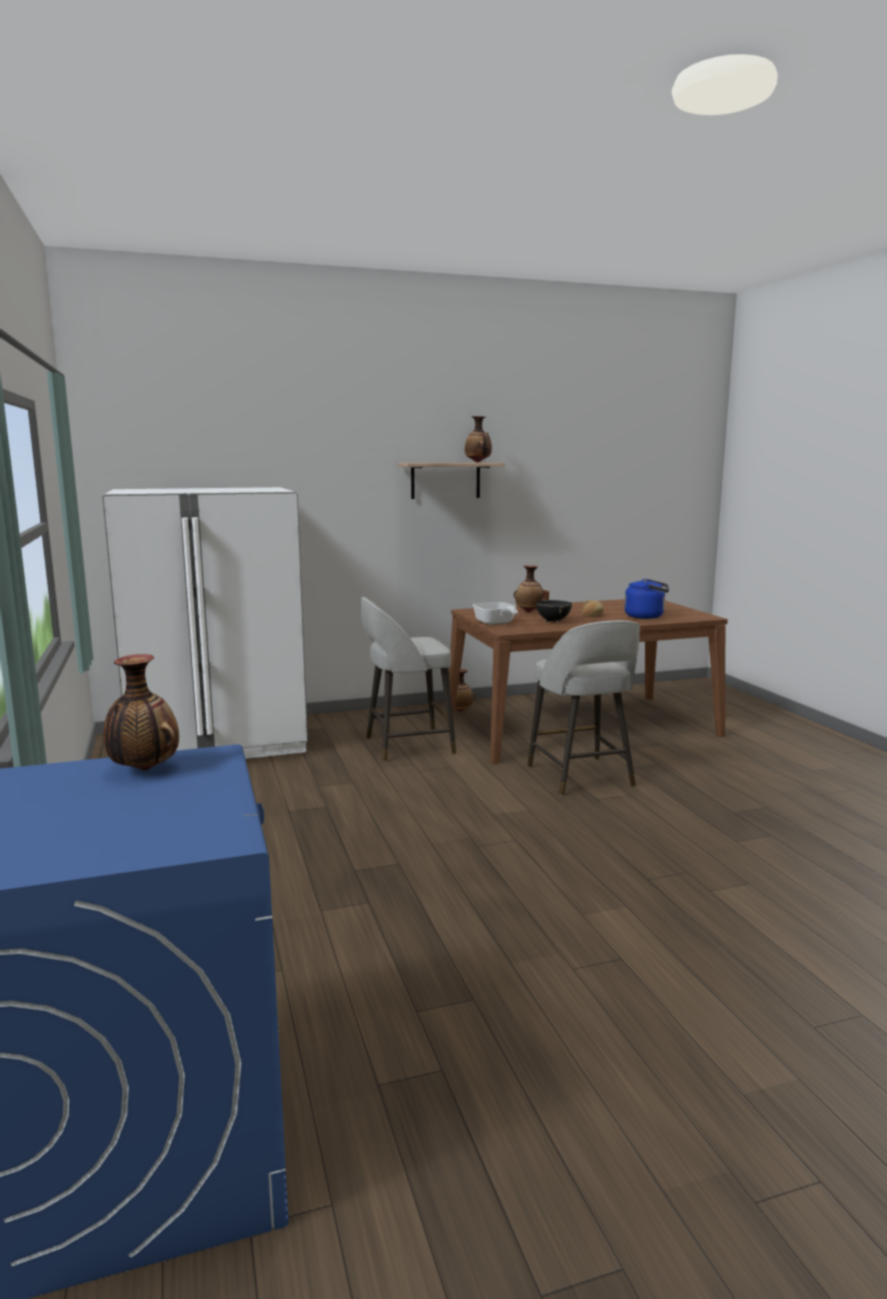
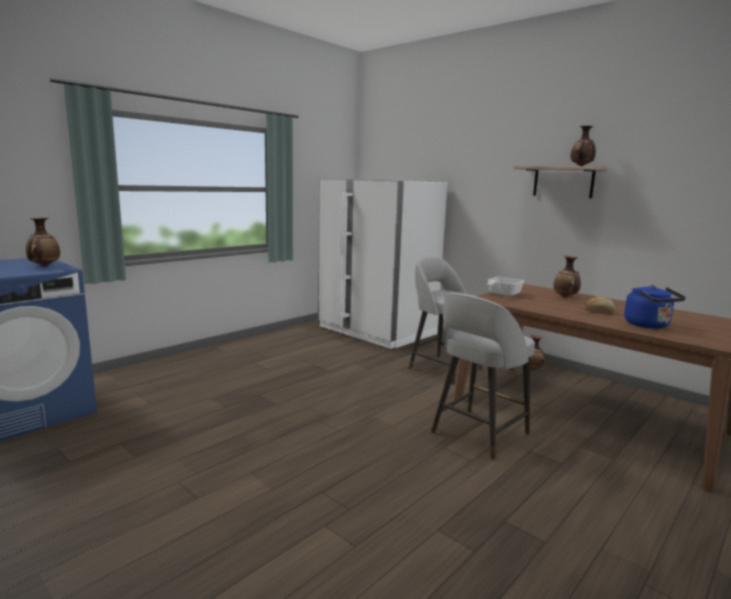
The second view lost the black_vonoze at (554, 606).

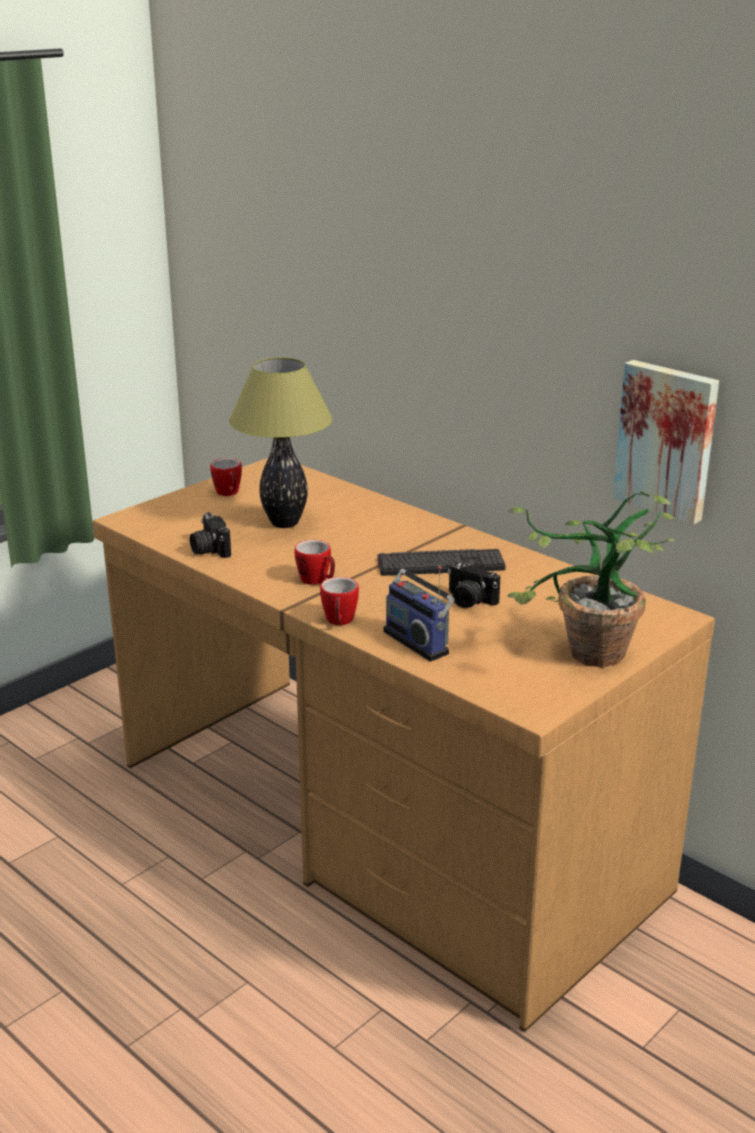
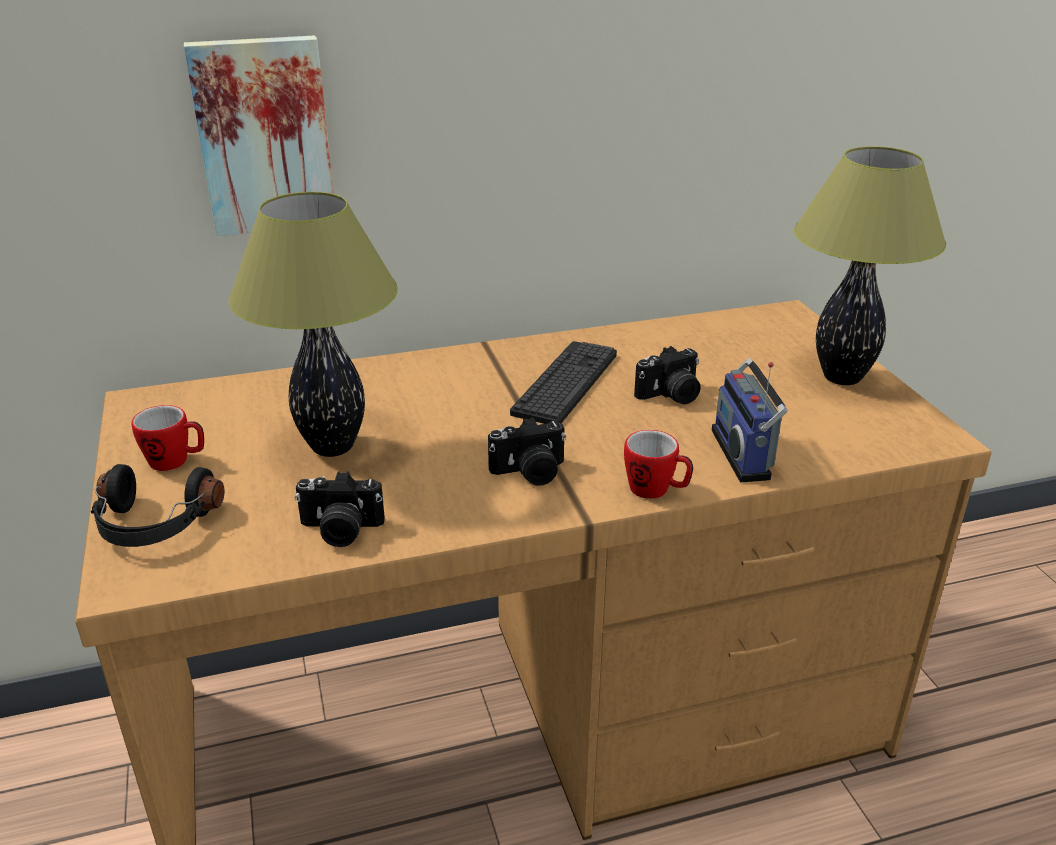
The second view gained the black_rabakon at (158, 505). The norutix ended up elsewhere, having gone from (666, 442) to (259, 136). Where the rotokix stood at (315, 562), the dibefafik came to stand at (527, 451). The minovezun at (419, 614) ended up facing another way, 90 degrees clockwise from before. Where the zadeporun stood at (591, 579), the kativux came to stand at (870, 265).

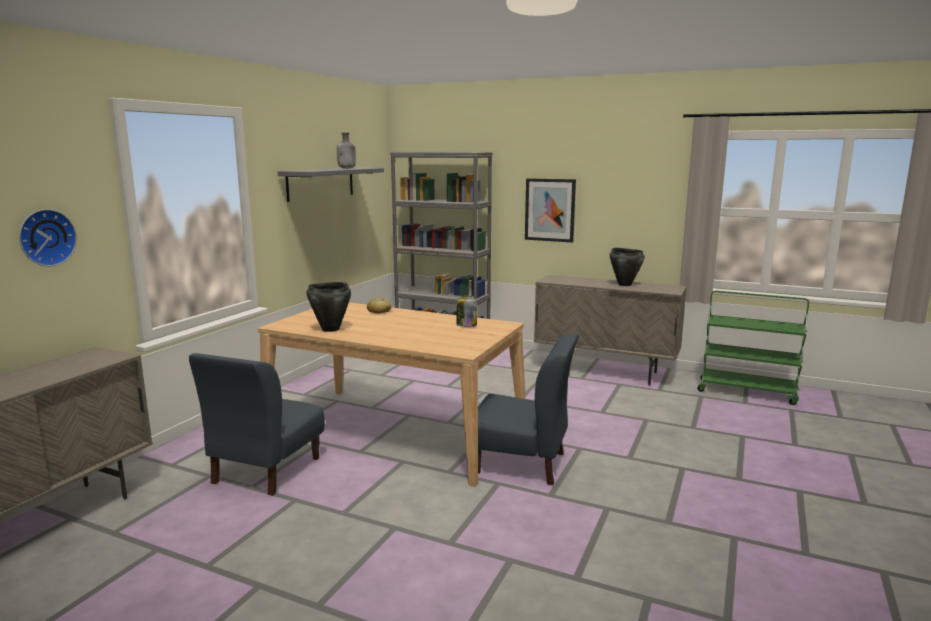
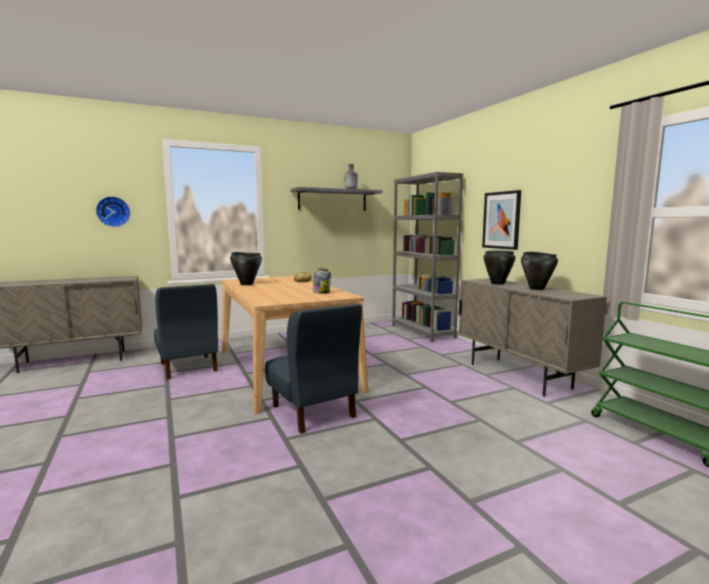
The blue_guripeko at (257, 424) ended up facing another way, 90 degrees counterclockwise from before. The second view gained the black_vonoze at (499, 267).

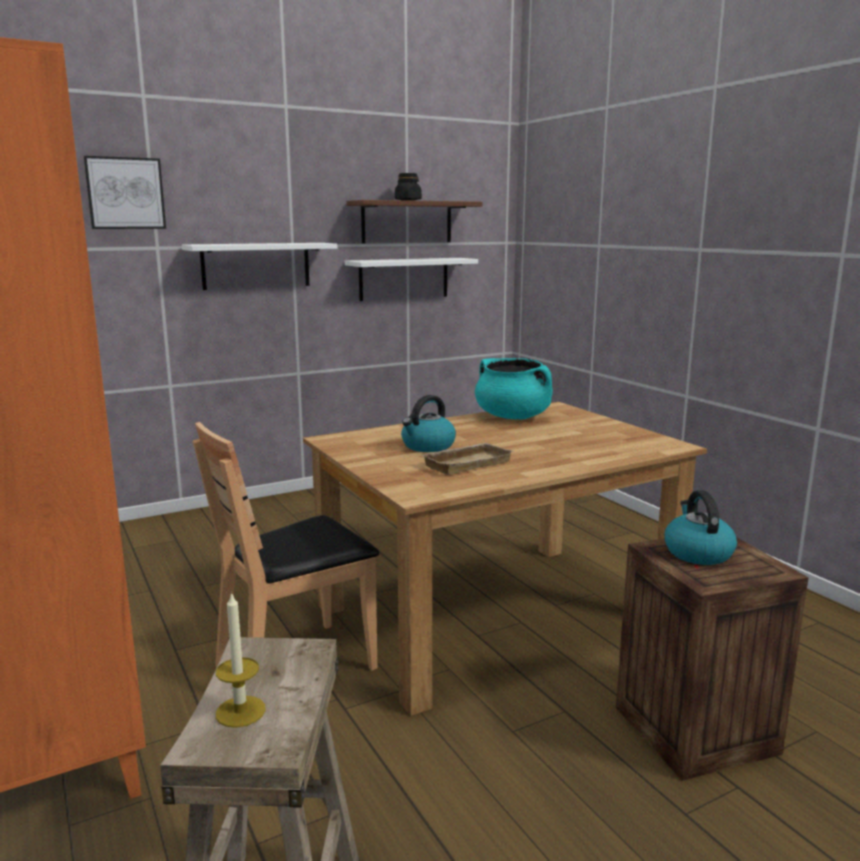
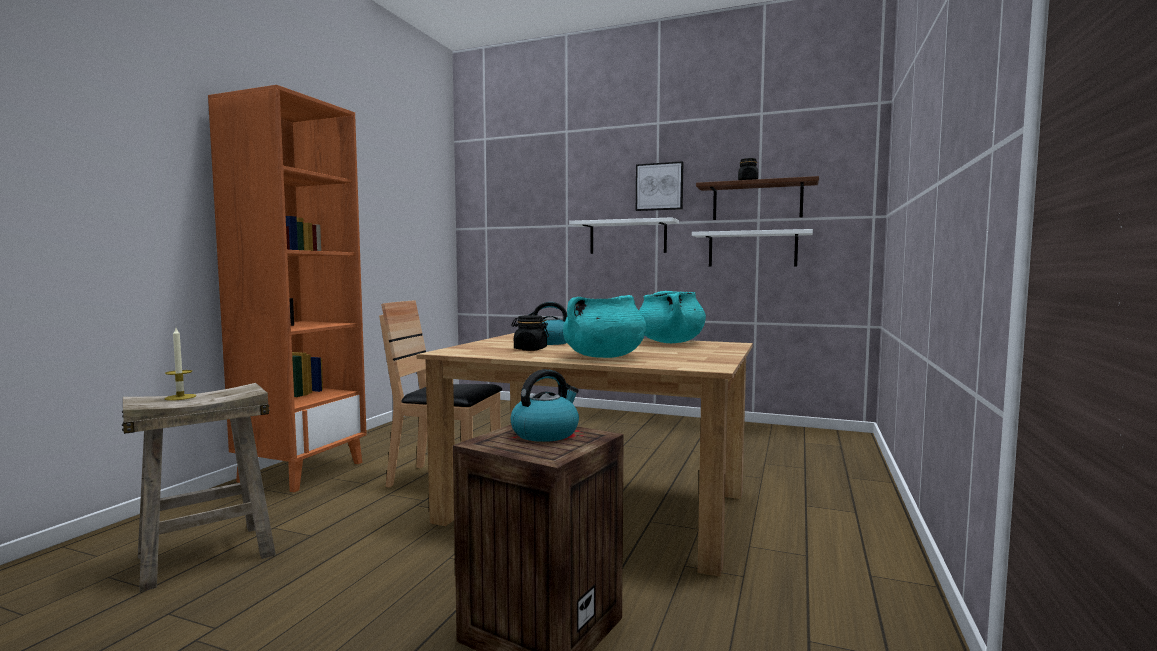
Where the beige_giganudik stood at (467, 459), the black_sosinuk came to stand at (530, 333). The second view gained the turquoise_vonoze at (604, 326). The norutix ended up elsewhere, having gone from (124, 192) to (659, 186).

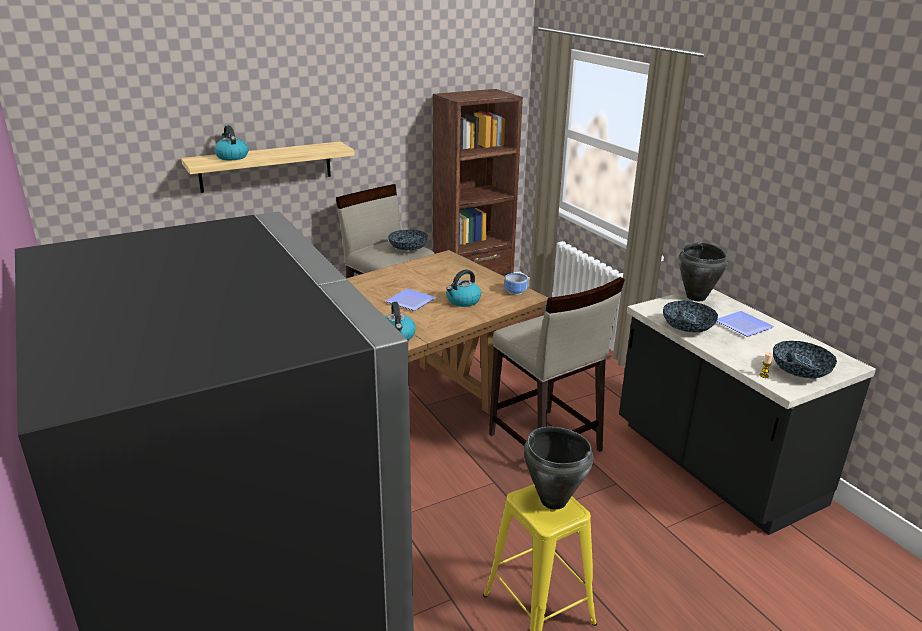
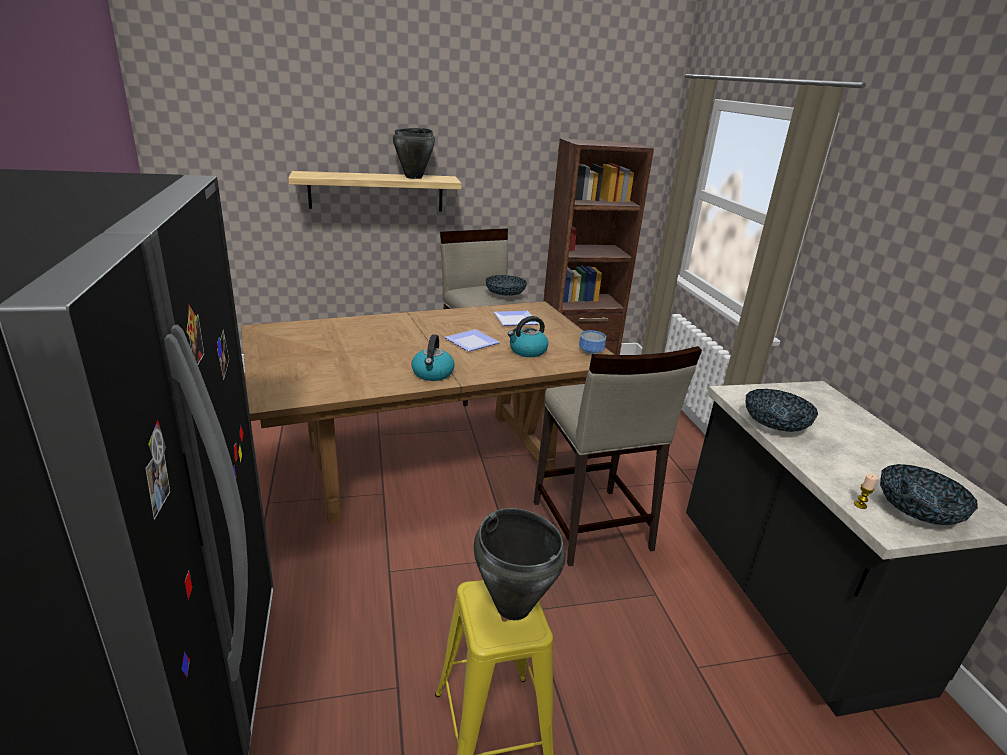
The black_vonoze ended up elsewhere, having gone from (703, 271) to (414, 153). The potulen ended up elsewhere, having gone from (745, 324) to (516, 318). The second view lost the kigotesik at (231, 142).

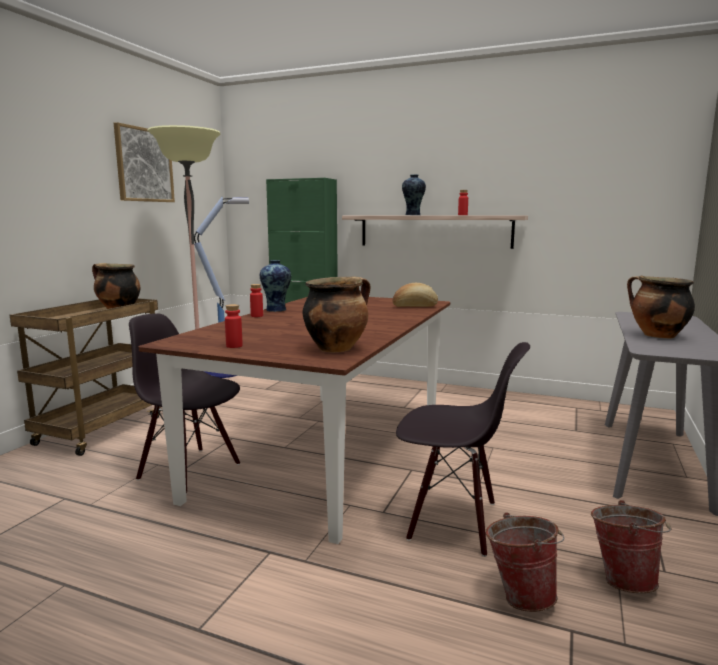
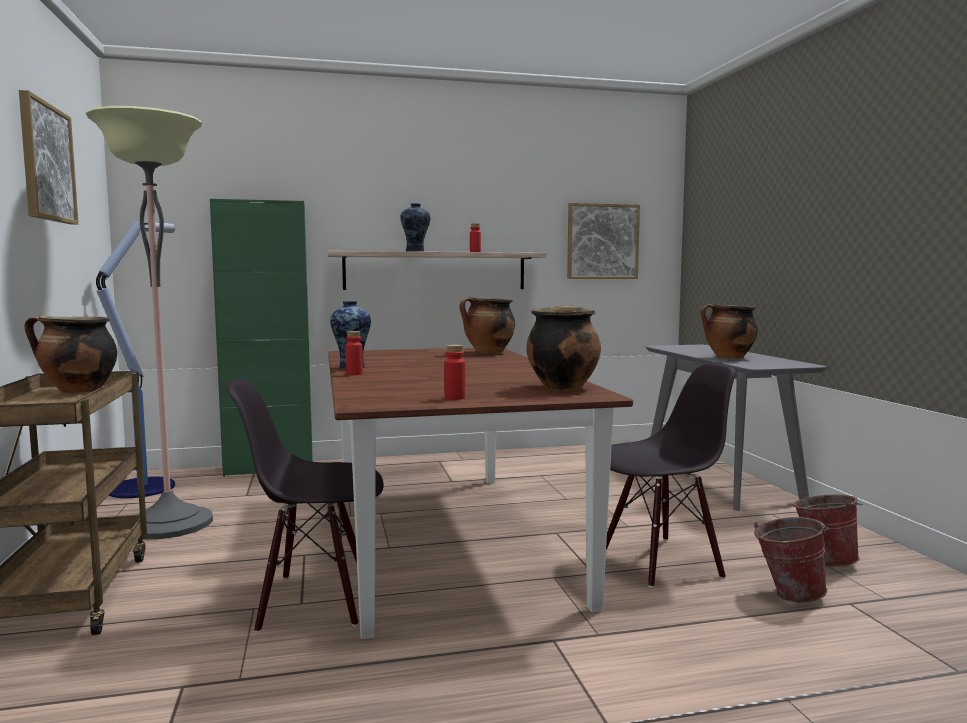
Where the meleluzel stood at (415, 295), the vonoze came to stand at (487, 325). The second view gained the norutix at (603, 241).

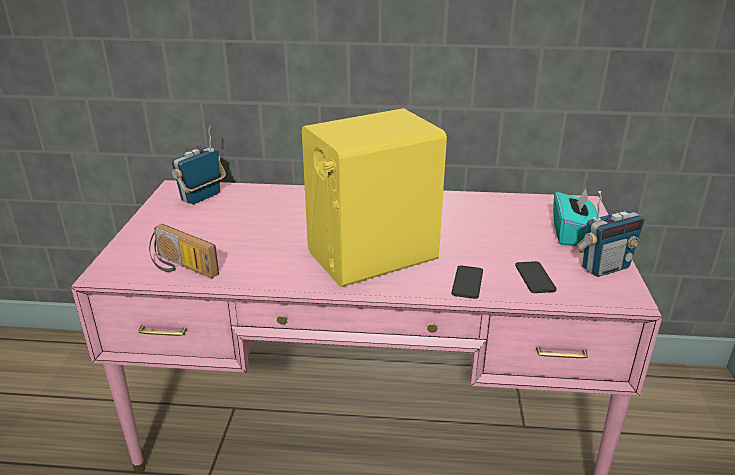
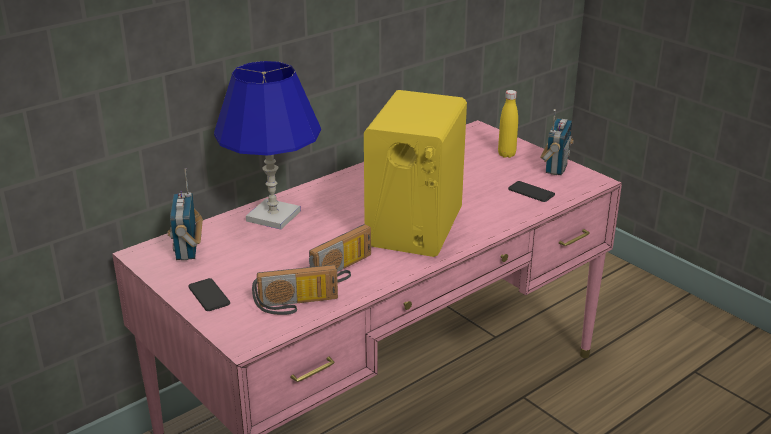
The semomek ended up elsewhere, having gone from (467, 282) to (209, 294). The second view gained the blue_kativux at (267, 145). The second view gained the minovezun at (340, 253). Where the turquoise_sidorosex stood at (575, 217), the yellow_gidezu came to stand at (508, 124).

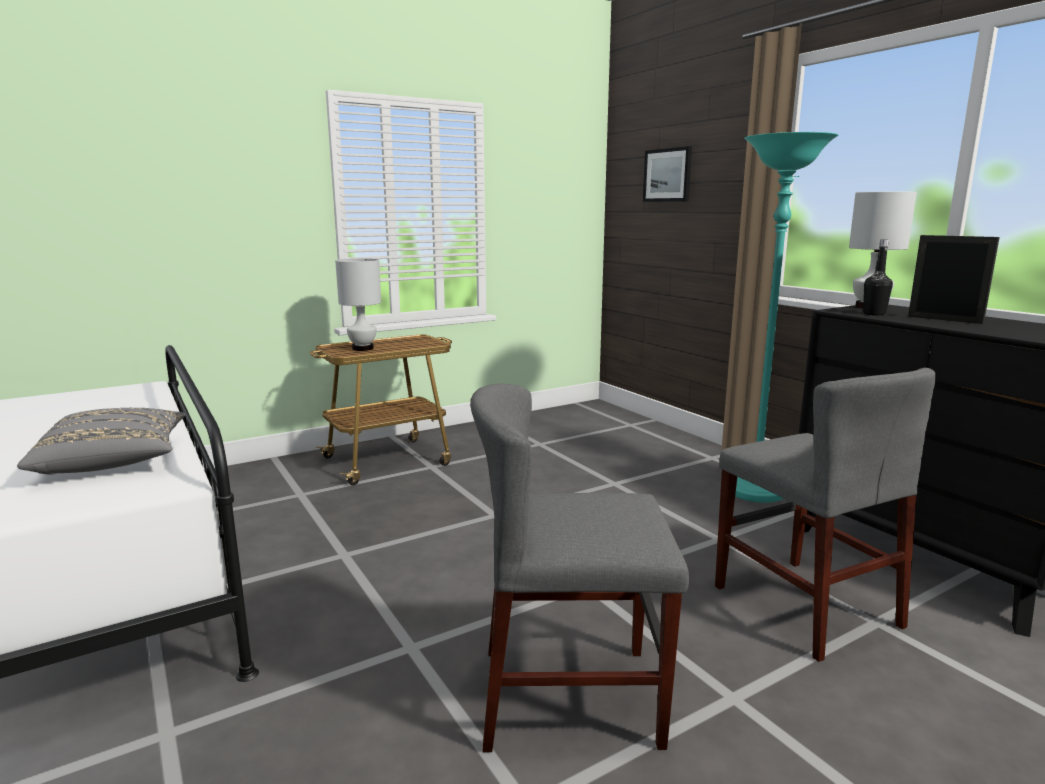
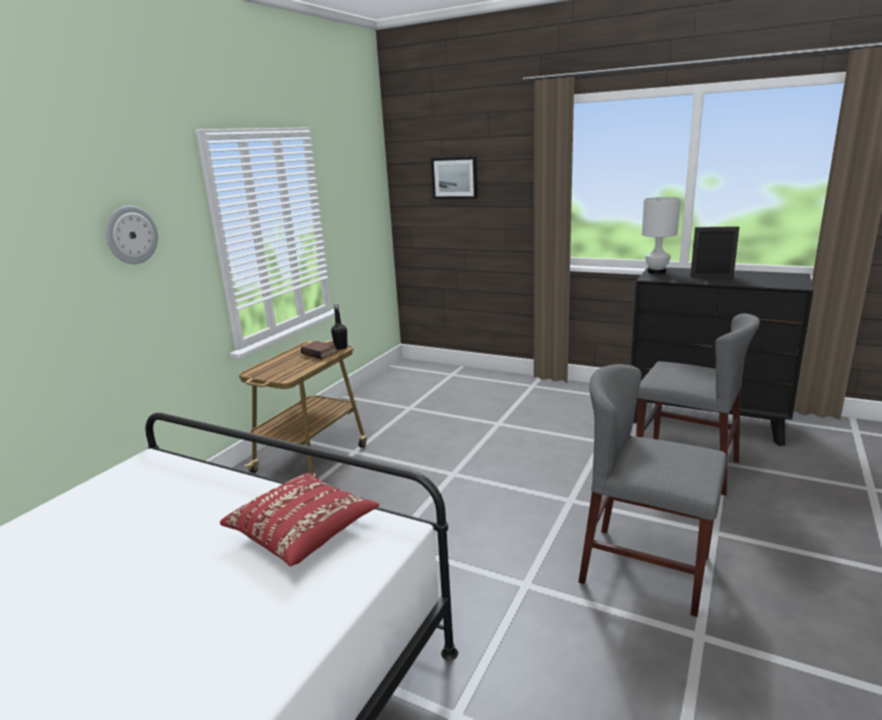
The second view gained the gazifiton at (131, 235). What was the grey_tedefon at (101, 441) turned into the red_tedefon at (299, 519). The second view gained the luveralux at (319, 350). The black_gidezu ended up elsewhere, having gone from (878, 277) to (339, 326). The grey_guripeko at (579, 567) ended up facing another way, 60 degrees clockwise from before. The second view lost the white_kativux at (358, 304). The second view lost the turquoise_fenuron at (786, 317).

